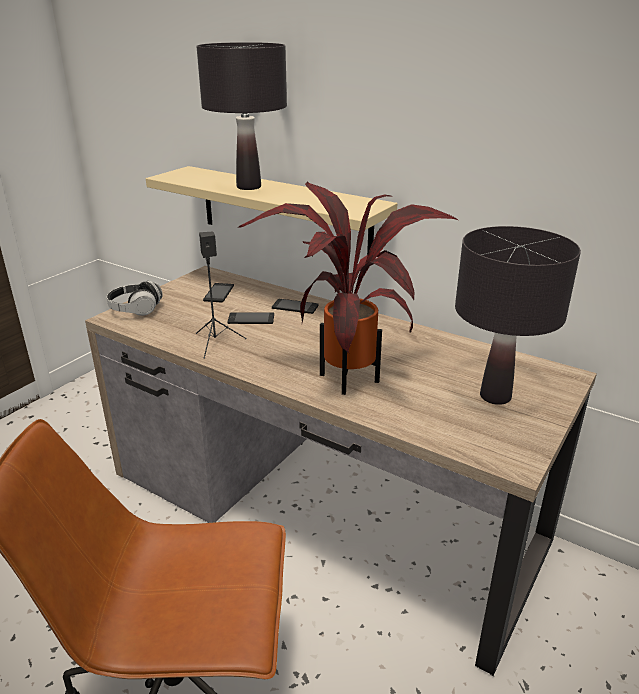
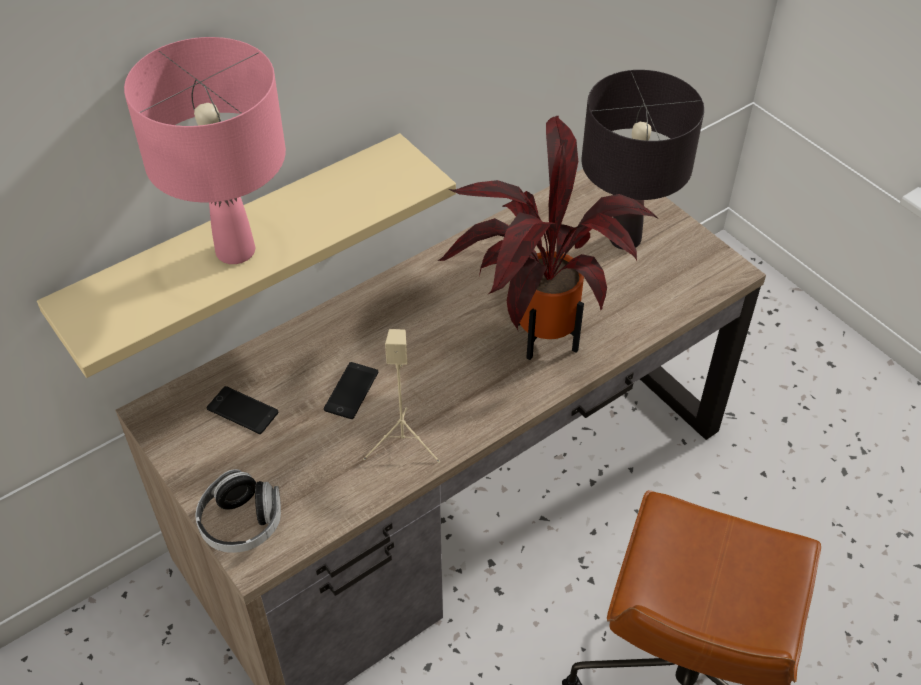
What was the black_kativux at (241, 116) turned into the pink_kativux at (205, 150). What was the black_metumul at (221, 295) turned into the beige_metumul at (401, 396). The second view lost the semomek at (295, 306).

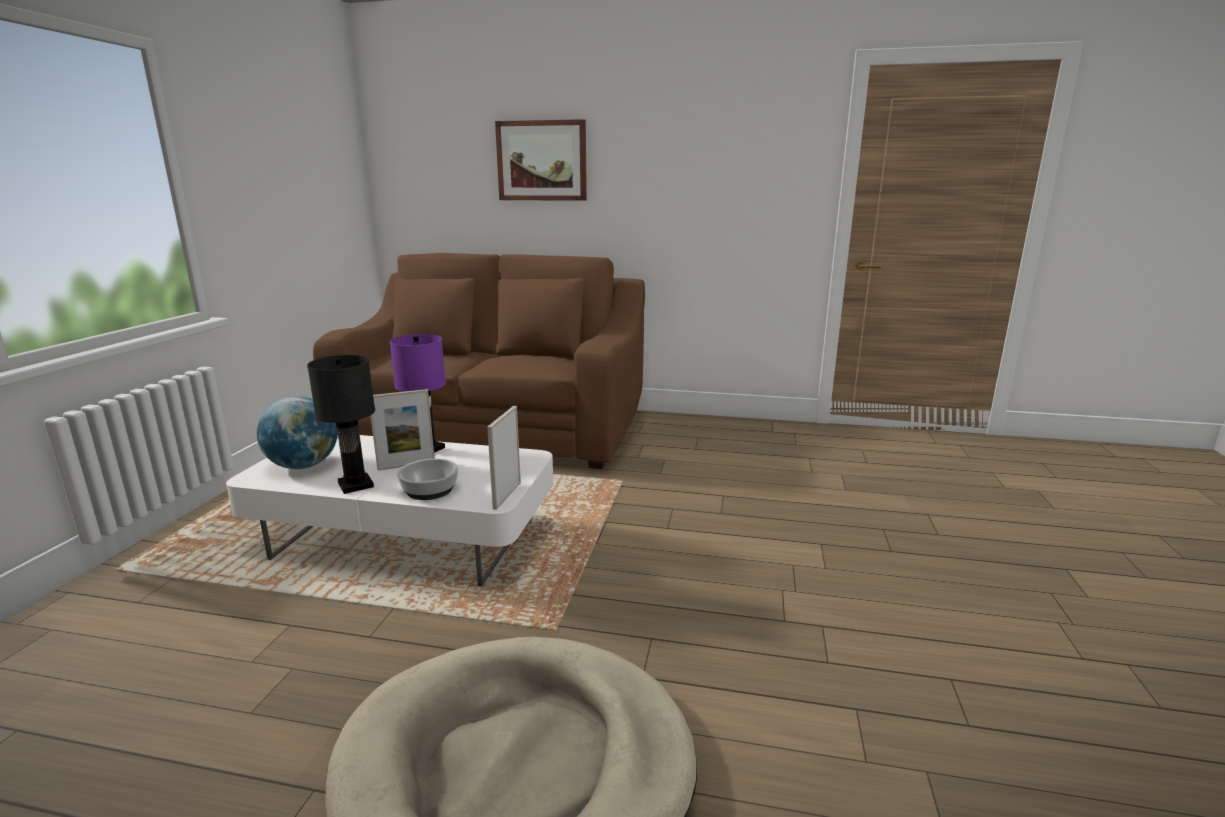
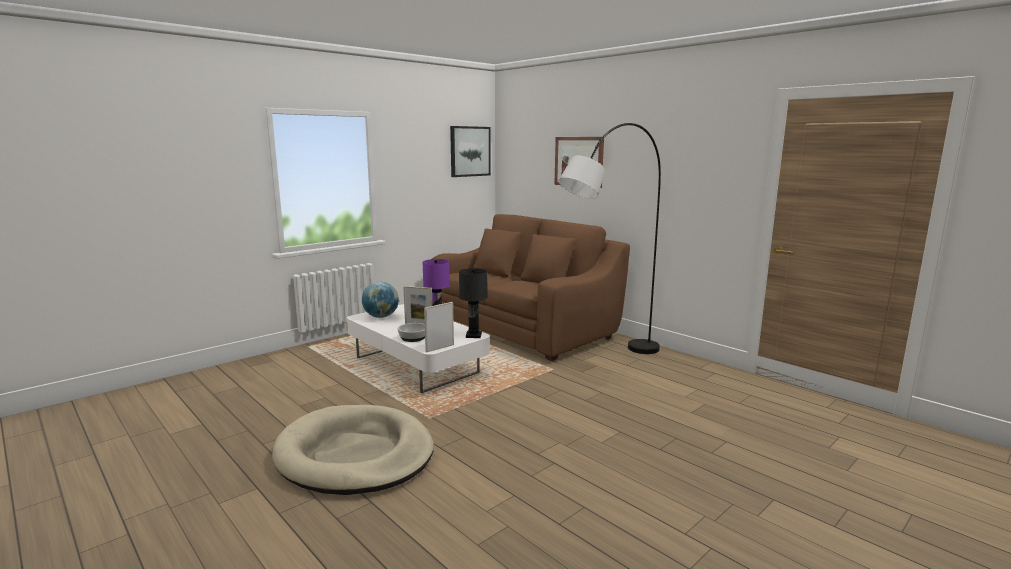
The second view gained the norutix at (470, 151). The black_kativux ended up elsewhere, having gone from (341, 424) to (473, 303). The second view gained the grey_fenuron at (609, 238).

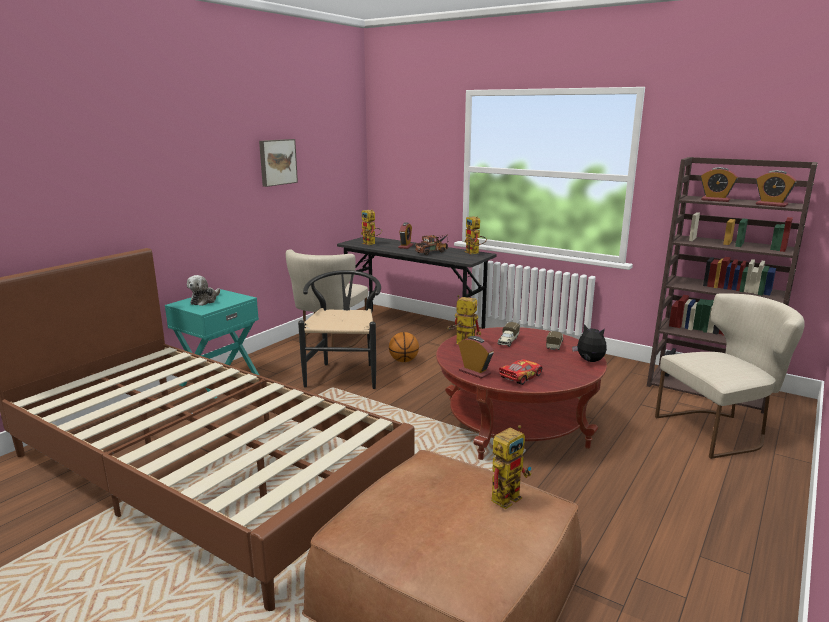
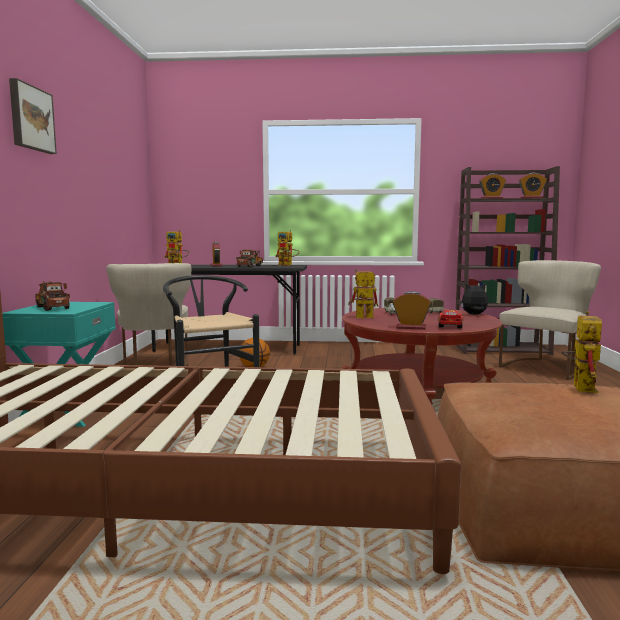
The norutix ended up elsewhere, having gone from (278, 163) to (33, 116). Where the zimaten stood at (203, 290), the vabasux came to stand at (52, 296).

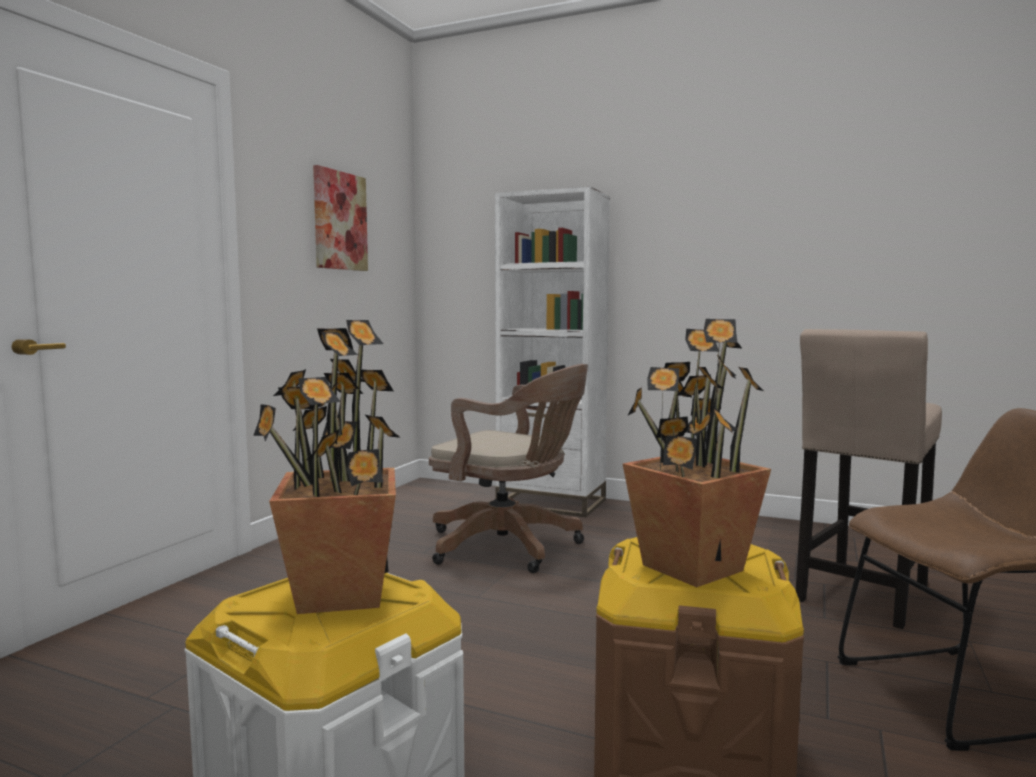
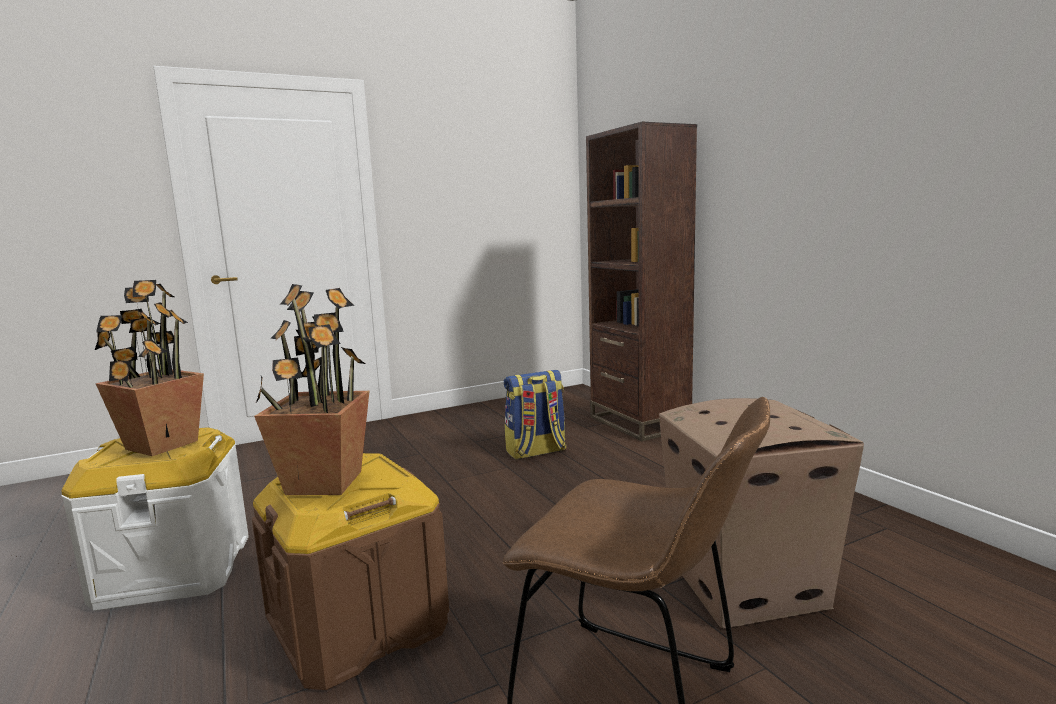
Where the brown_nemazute stood at (508, 468), the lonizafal came to stand at (535, 414). What was the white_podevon at (552, 351) turned into the brown_podevon at (641, 281). Where the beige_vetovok stood at (869, 479), the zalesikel came to stand at (761, 513). The second view lost the norutix at (340, 218).

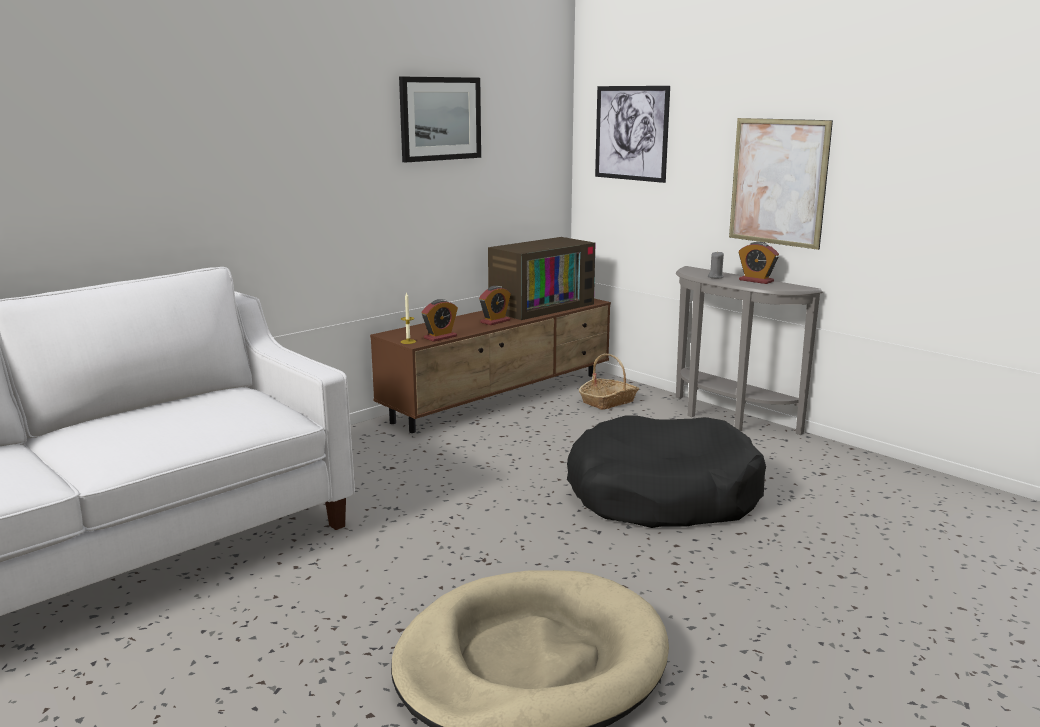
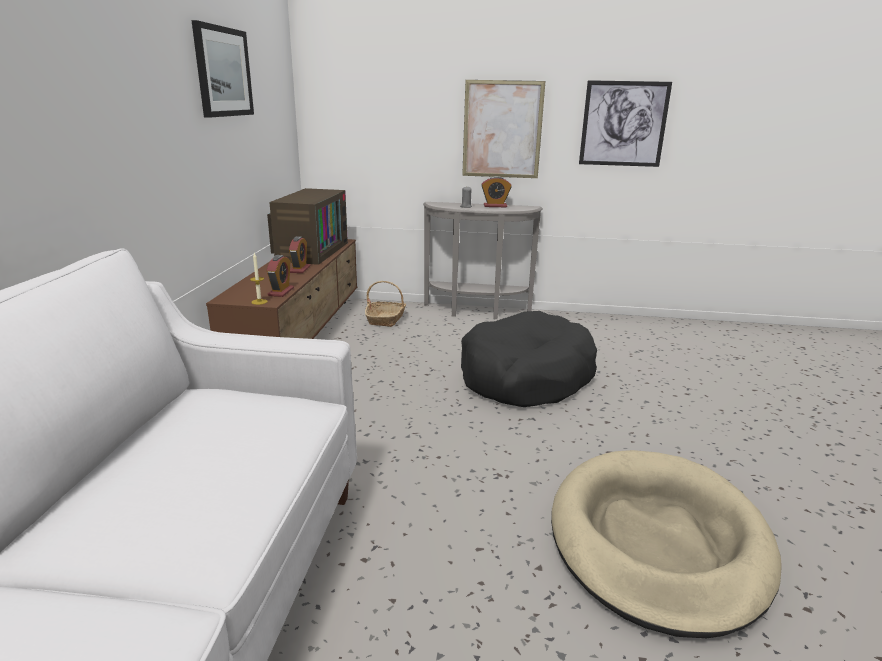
The norutix ended up elsewhere, having gone from (632, 134) to (625, 123).

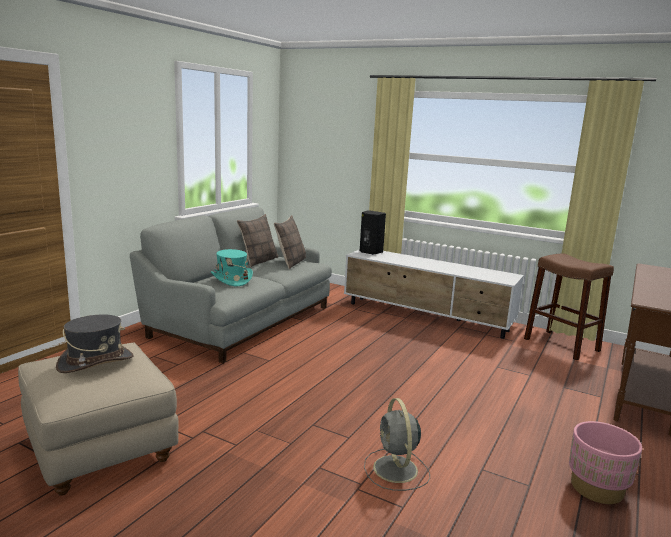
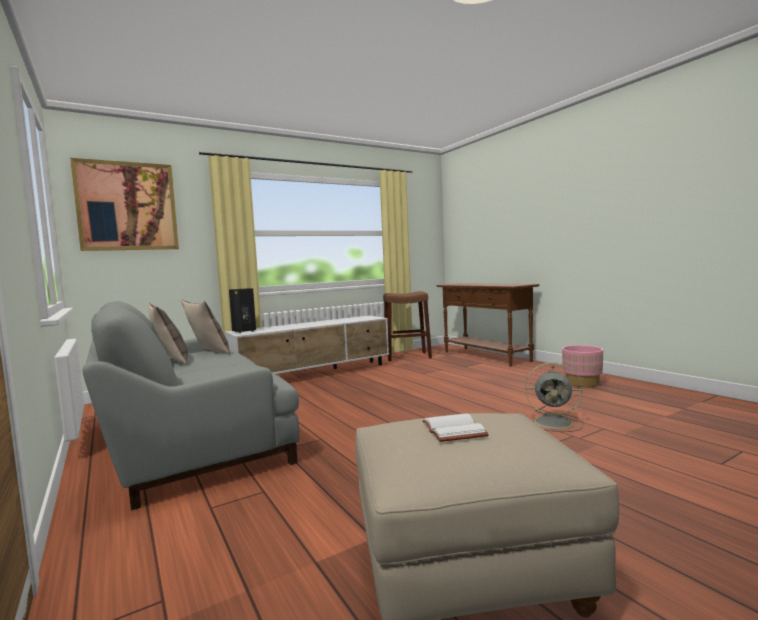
The second view gained the norutix at (124, 204). Where the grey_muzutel stood at (95, 343), the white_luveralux came to stand at (455, 427). The second view lost the turquoise_muzutel at (232, 267).

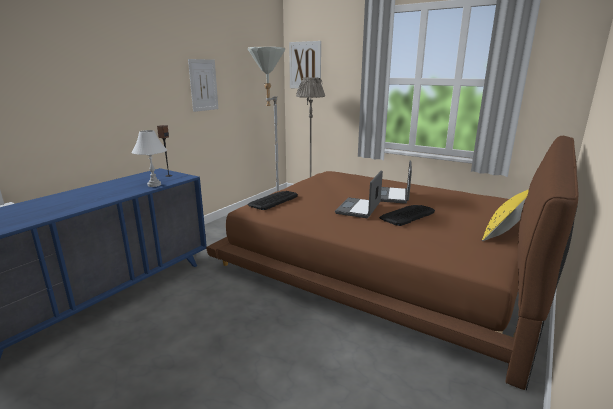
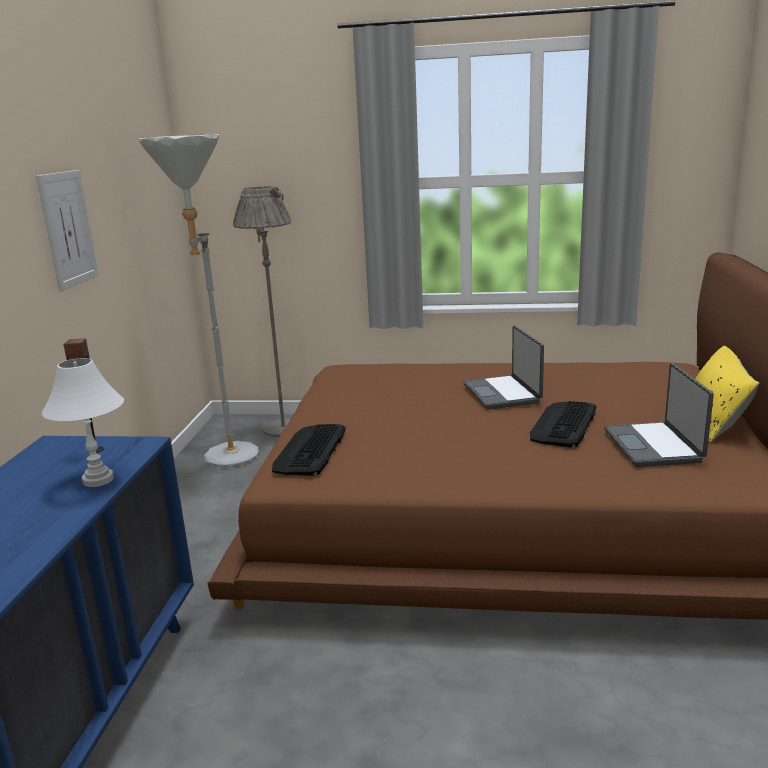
The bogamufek ended up elsewhere, having gone from (359, 194) to (659, 415). The second view lost the norutix at (305, 65).

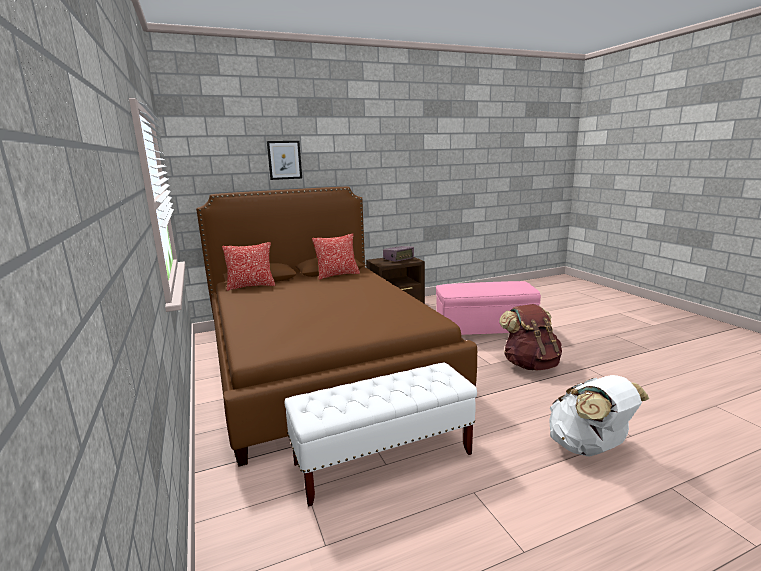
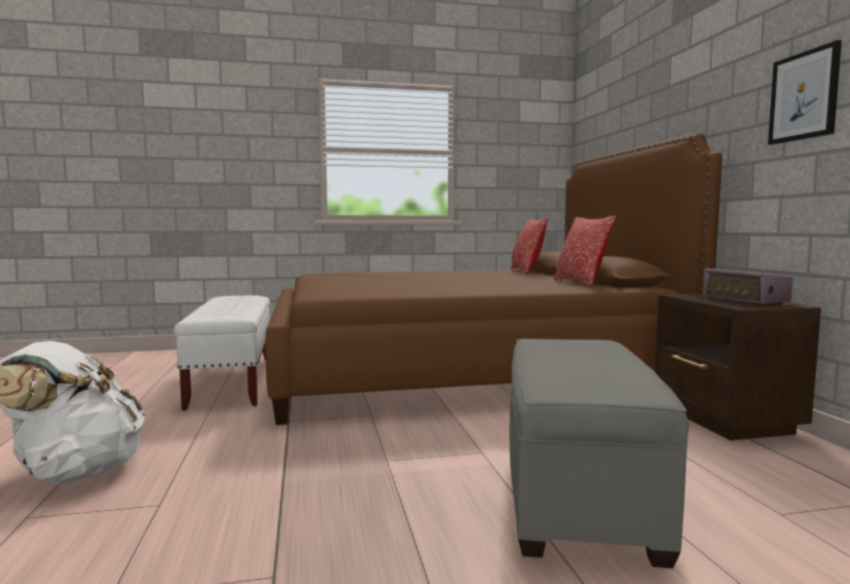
What was the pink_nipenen at (488, 308) turned into the grey_nipenen at (599, 453). The norutix ended up elsewhere, having gone from (284, 160) to (805, 92). The second view lost the brown_lonizafal at (530, 337).

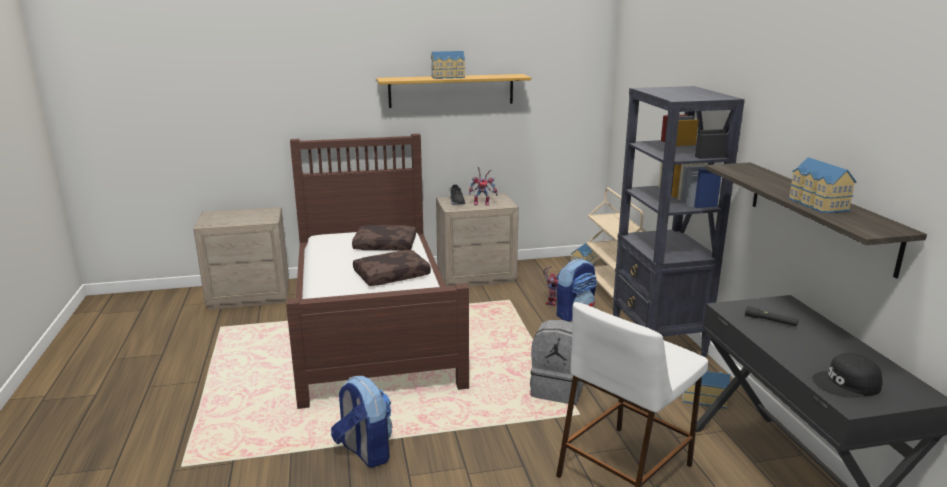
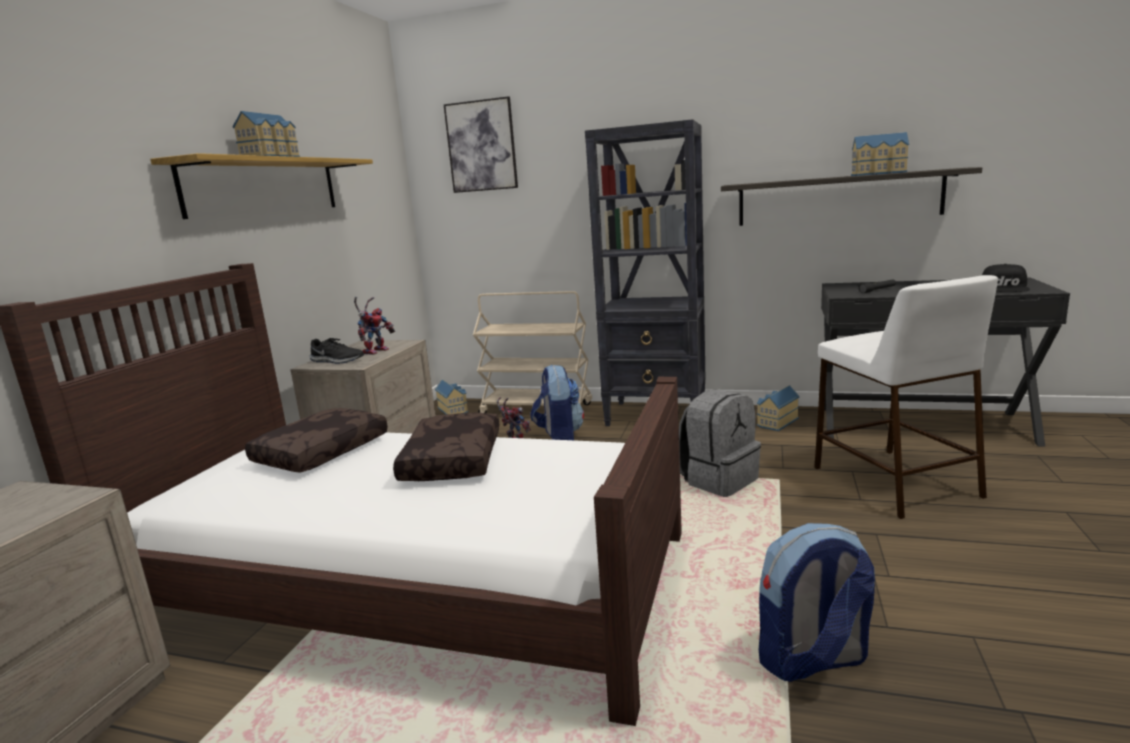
The second view gained the norutix at (481, 144).

